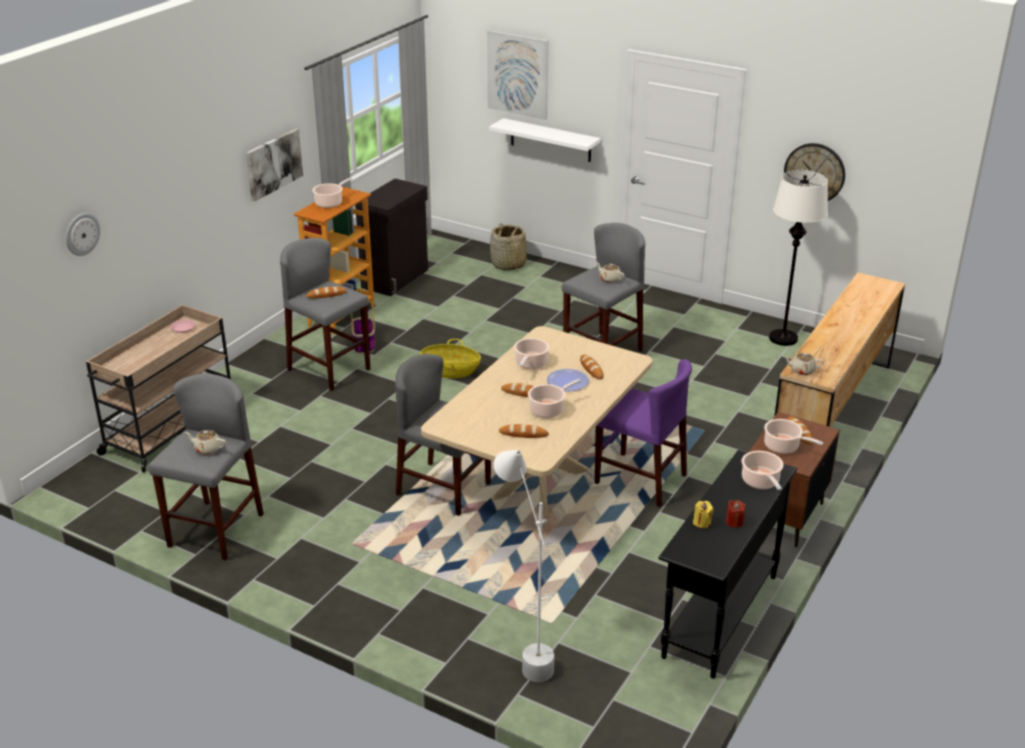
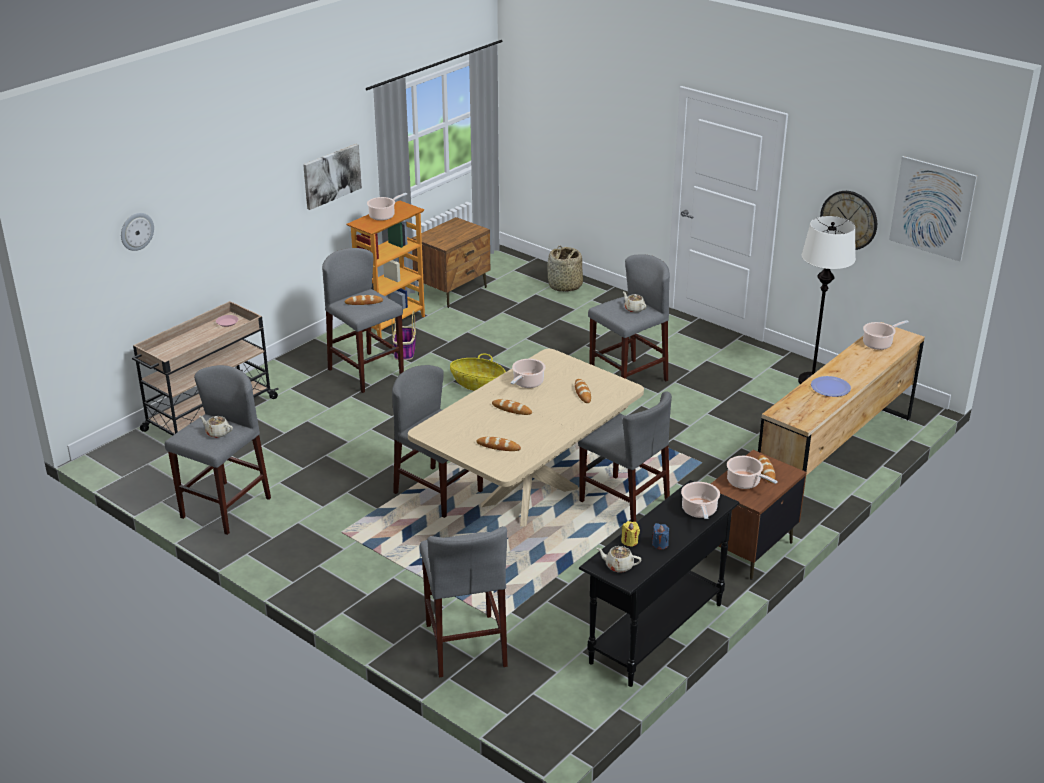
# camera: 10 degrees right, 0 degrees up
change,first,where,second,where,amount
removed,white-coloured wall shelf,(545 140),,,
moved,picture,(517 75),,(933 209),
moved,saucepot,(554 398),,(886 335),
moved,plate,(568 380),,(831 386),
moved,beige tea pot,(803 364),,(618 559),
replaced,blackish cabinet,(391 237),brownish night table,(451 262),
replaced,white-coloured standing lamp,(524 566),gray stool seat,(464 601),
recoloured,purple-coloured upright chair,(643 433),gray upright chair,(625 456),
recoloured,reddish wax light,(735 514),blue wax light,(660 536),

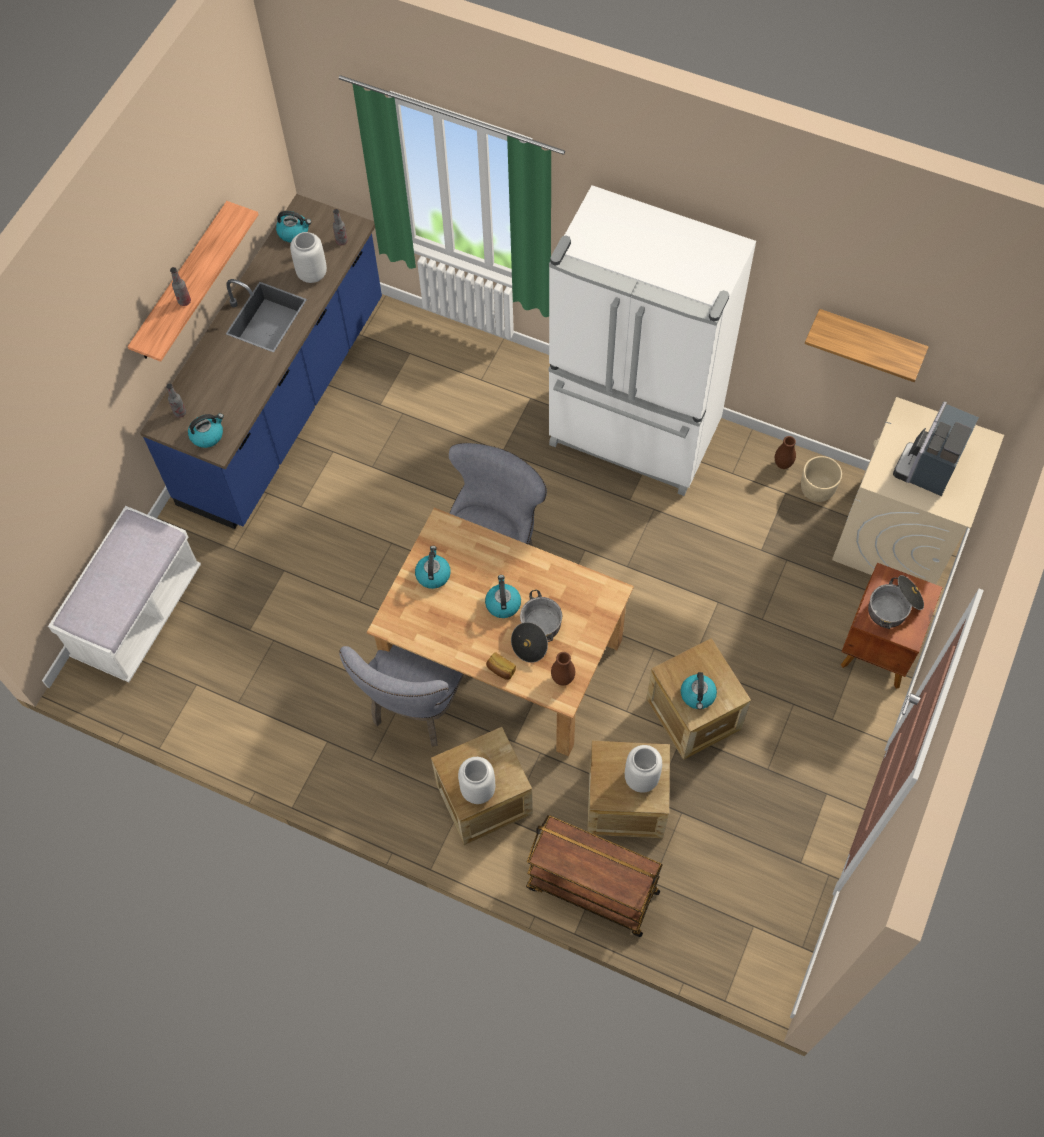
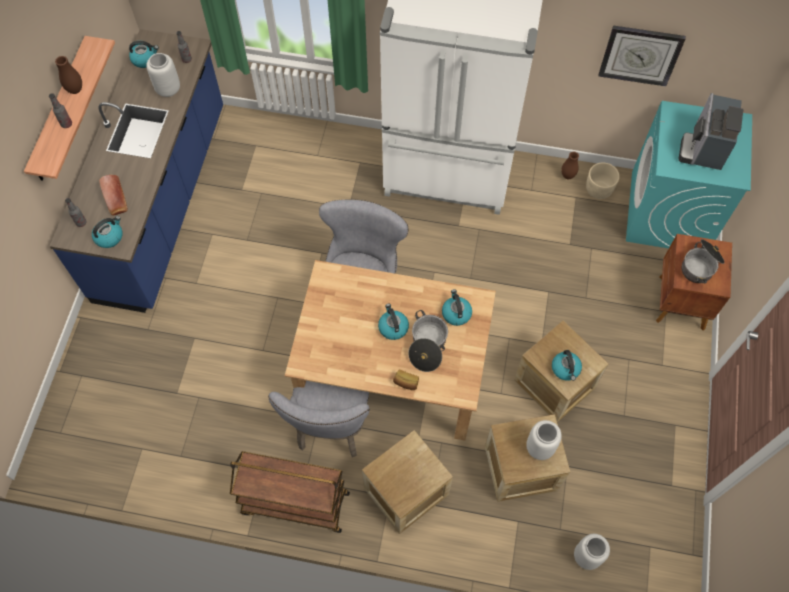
# camera: 15 degrees left, 0 degrees up
change,first,where,second,where,amount
removed,white-coloured long seat,(124 594),,,
added,,,bakery bread,(113 195),
moved,tea kettle,(433 567),,(457 307),
moved,gray flower vase,(476 780),,(592 552),
moved,brownish cart,(594 876),,(290 492),
moved,brownish flower vase,(563 668),,(68 75),
replaced,wall shelf,(867 345),wall clock,(642 55),
recoloured,beige laundry appliance,(918 490),turquoise laundry appliance,(689 174),

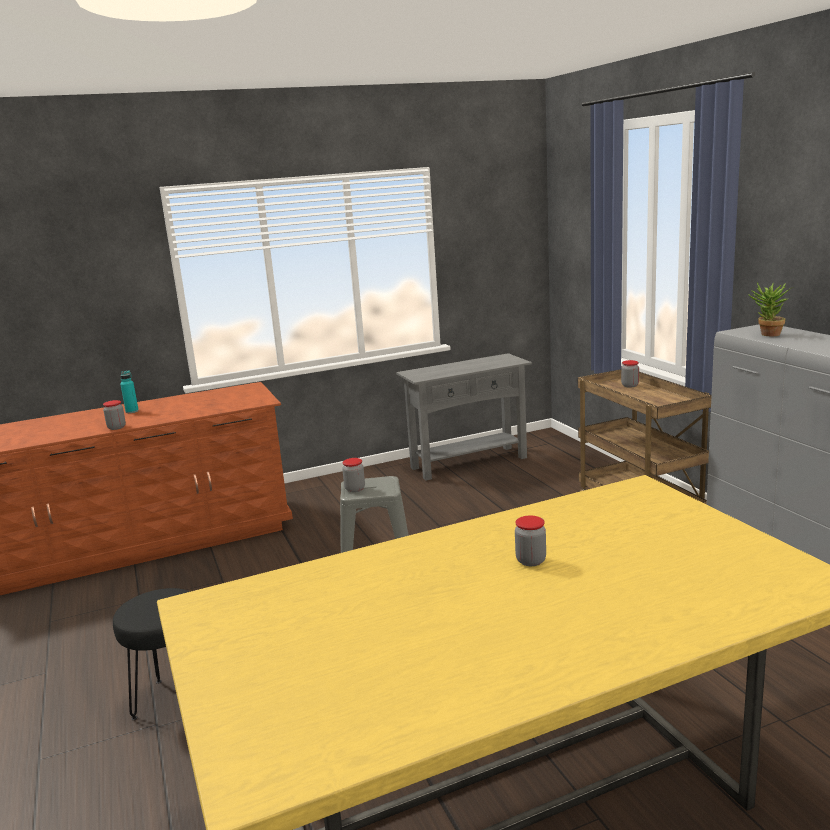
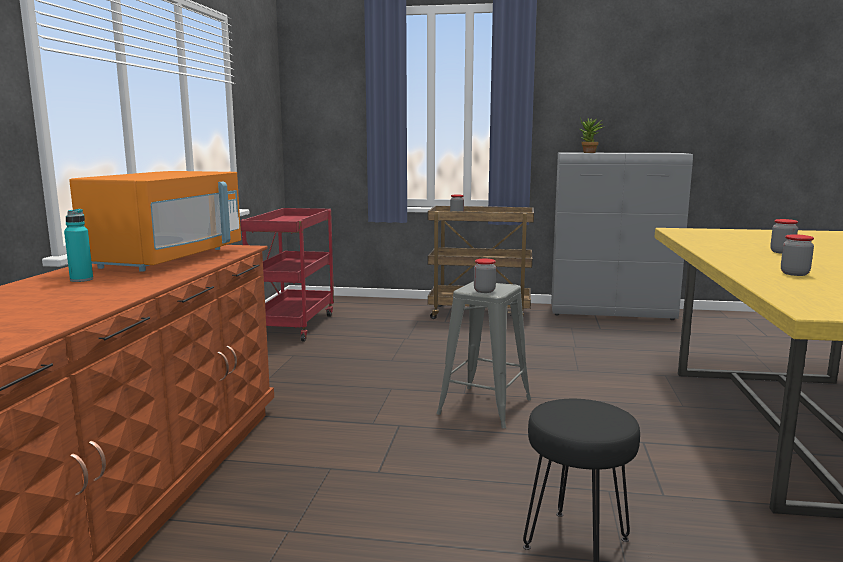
# camera: 60 degrees left, 5 degrees down
change,first,where,second,where,amount
added,,,orangey kitchen microwave,(155 221),
moved,preserve jar,(114 415),,(797 255),
replaced,gray narrow table,(464 417),reddish cart,(287 275),

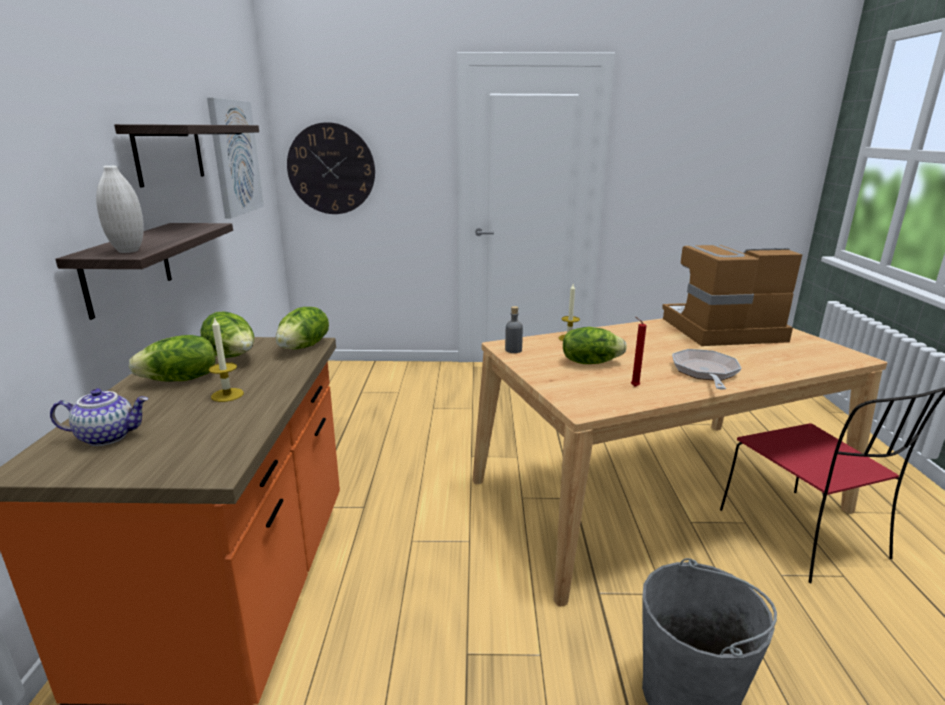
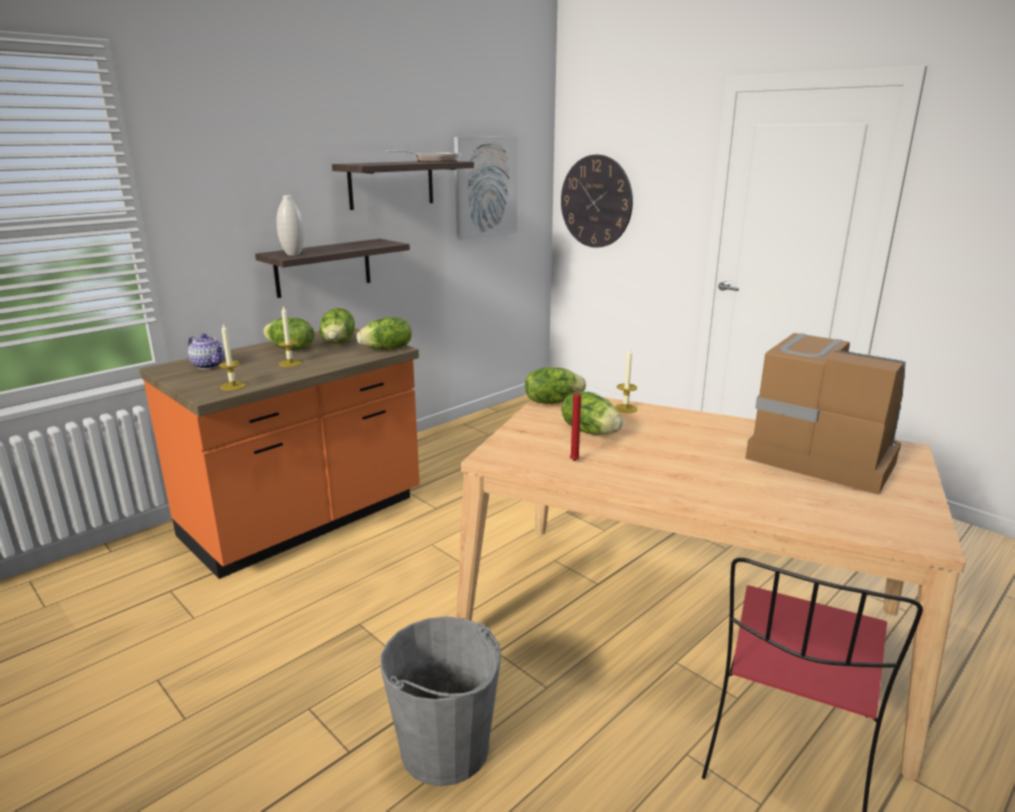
# camera: 45 degrees right, 0 degrees up
change,first,where,second,where,amount
added,,,wax light,(232 357),
moved,skillet,(707 369),,(423 156),
replaced,gray beverage bottle,(514 329),lettuce head,(555 385),

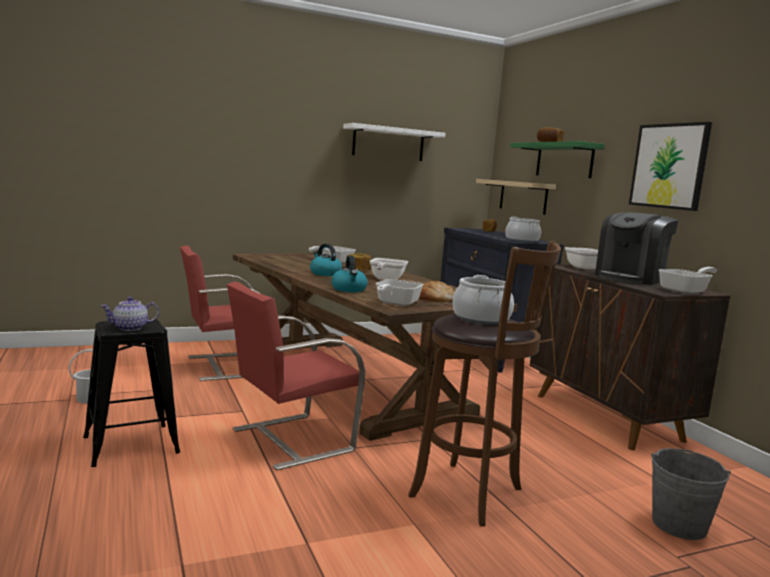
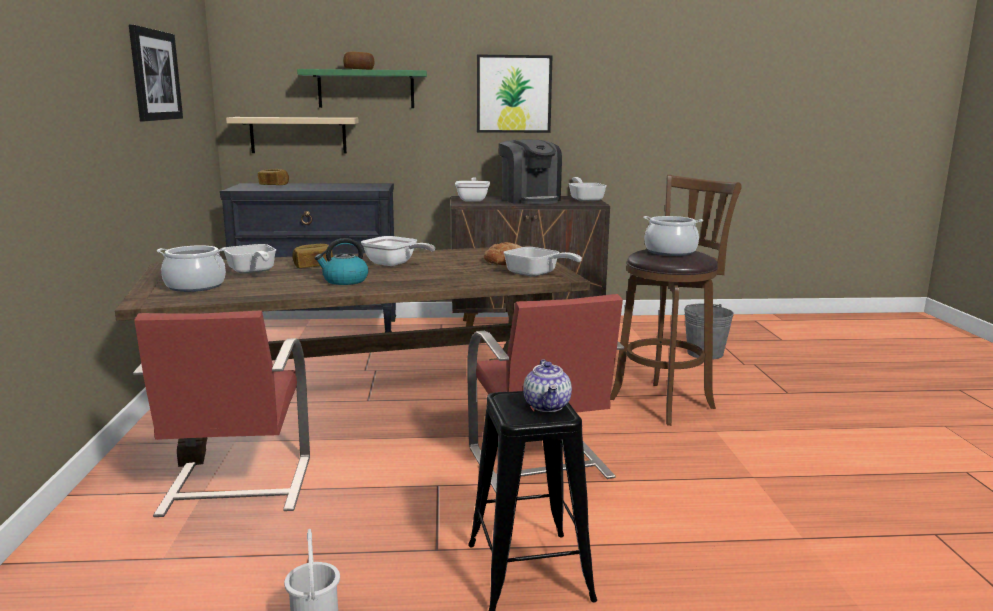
# camera: 70 degrees left, 5 degrees up
change,first,where,second,where,amount
removed,tea kettle,(350 273),,,
moved,saucepot,(523 229),,(191 268),
replaced,white-coloured wall shelf,(394 142),picture,(156 73),

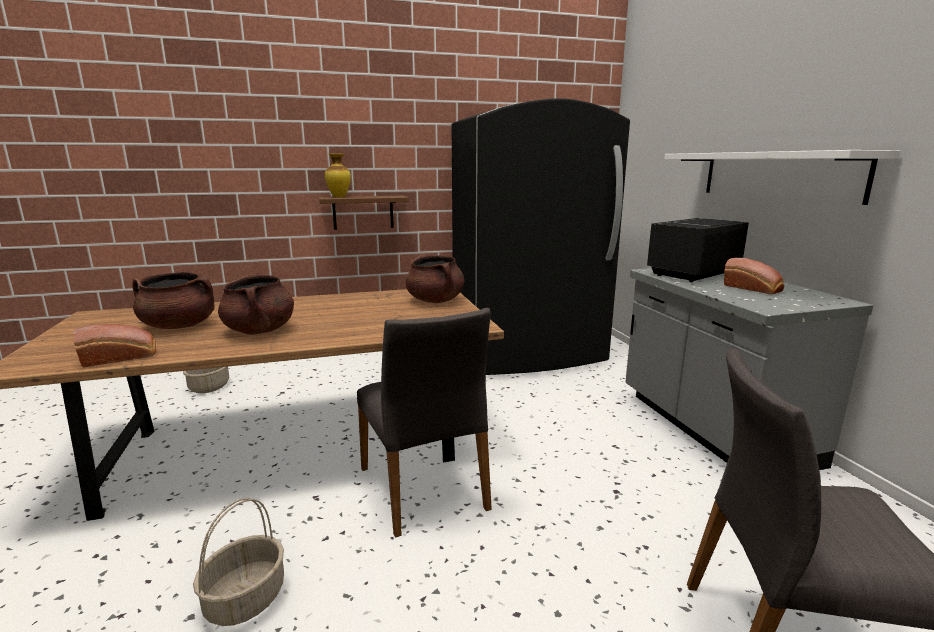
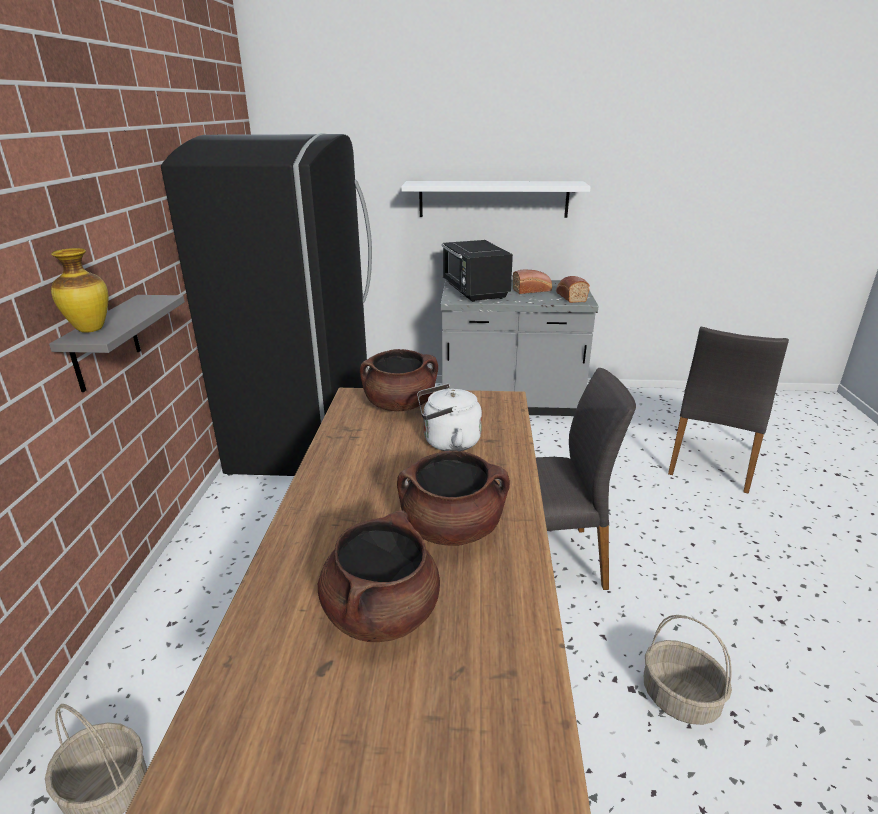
# camera: 70 degrees left, 10 degrees up
change,first,where,second,where,amount
added,,,white-coloured tea kettle,(449 417),
moved,bakery bread,(114 346),,(573 289),
recoloured,brownish wall shelf,(364 213),gray wall shelf,(117 343),

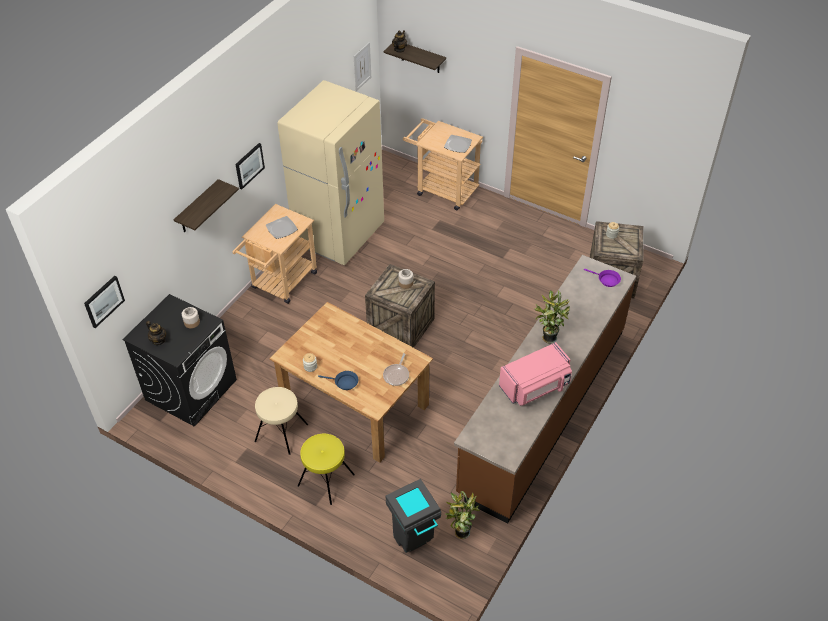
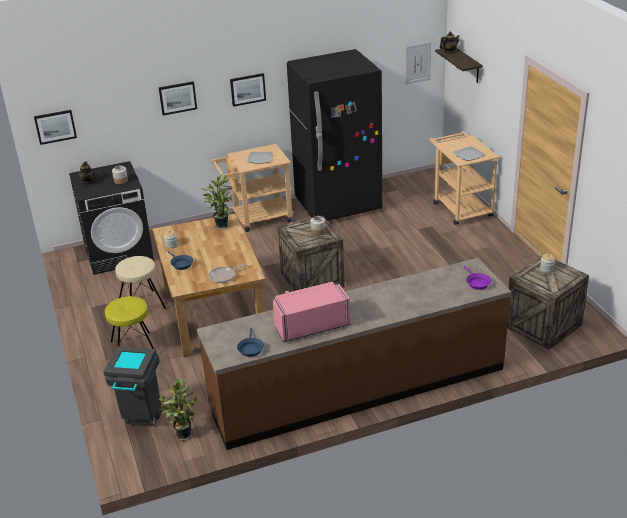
# camera: 40 degrees right, 15 degrees down
change,first,where,second,where,amount
added,,,blue skillet,(250 342),
moved,plant in a pot,(552 317),,(217 201),
replaced,wall shelf,(206 205),picture,(178 98),
recoloured,beige refrigerator,(330 172),blackish refrigerator,(334 135),
turned,pinkish kitchen microwave,(535 374),,(311 311),150 degrees clockwise

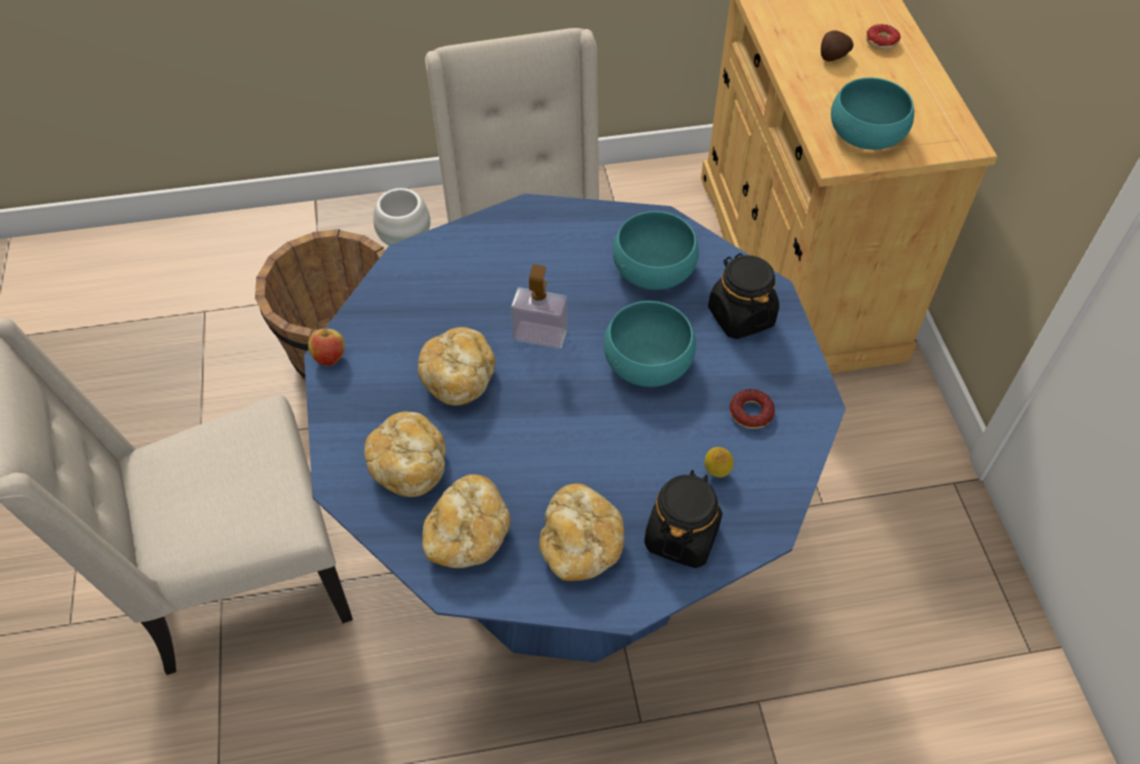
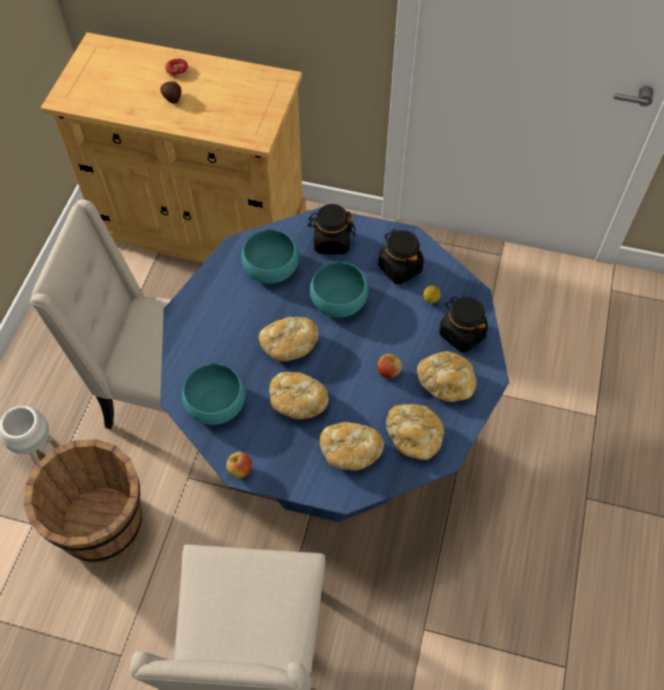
# camera: 65 degrees left, 5 degrees up
change,first,where,second,where,amount
added,,,apple,(389 366),
moved,turquoise deep dish,(872 114),,(213 394),
replaced,liquid soap bottle,(539 306),bakery bread,(289 339),
replaced,donut,(752 409),blackish preserve jar,(401 256),

